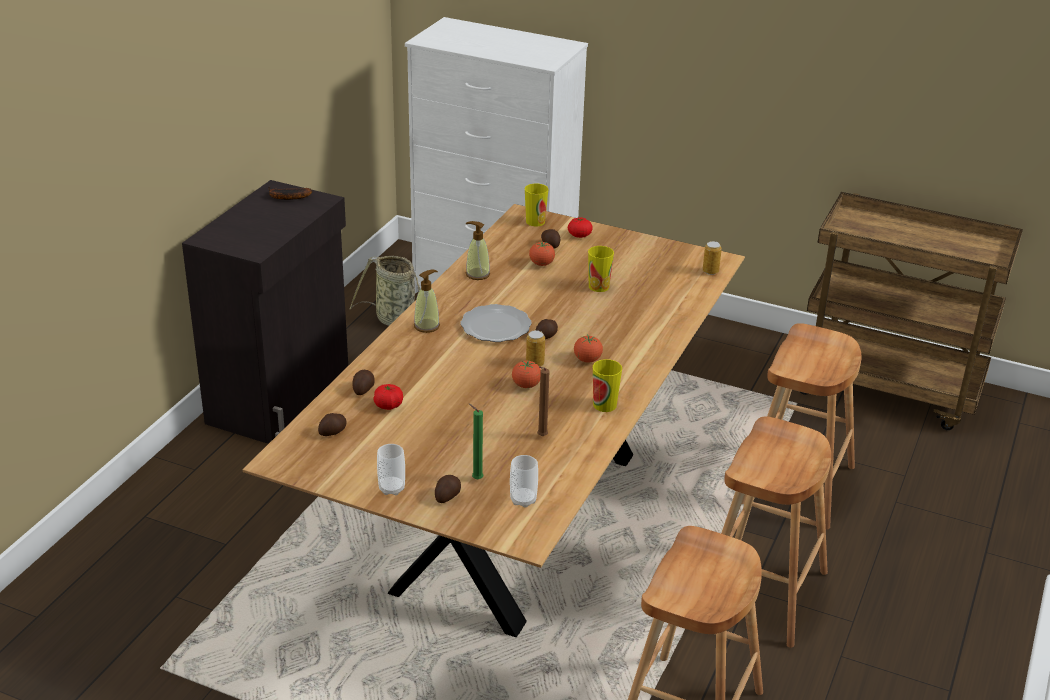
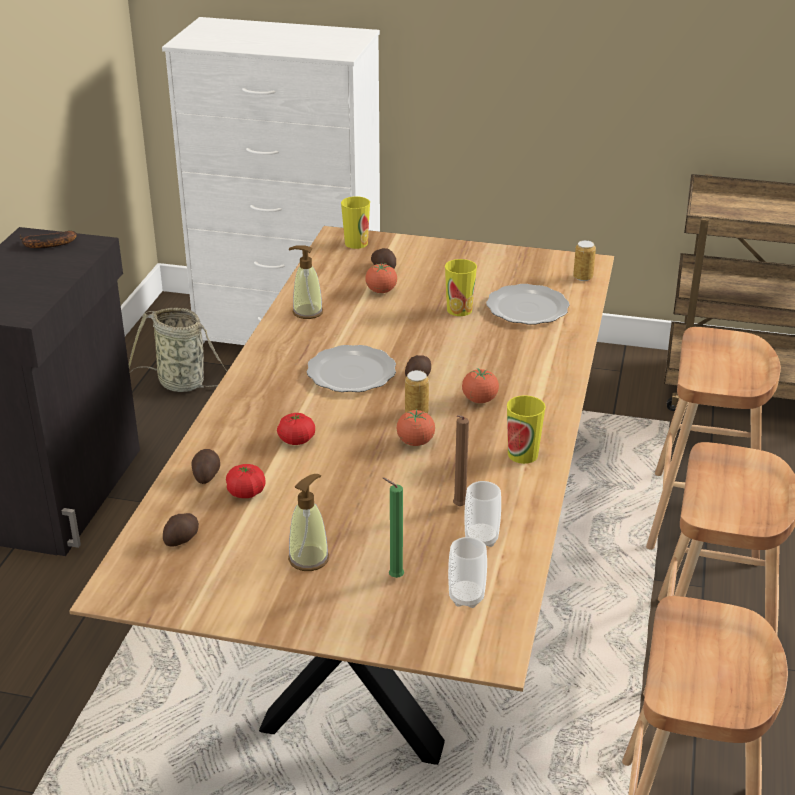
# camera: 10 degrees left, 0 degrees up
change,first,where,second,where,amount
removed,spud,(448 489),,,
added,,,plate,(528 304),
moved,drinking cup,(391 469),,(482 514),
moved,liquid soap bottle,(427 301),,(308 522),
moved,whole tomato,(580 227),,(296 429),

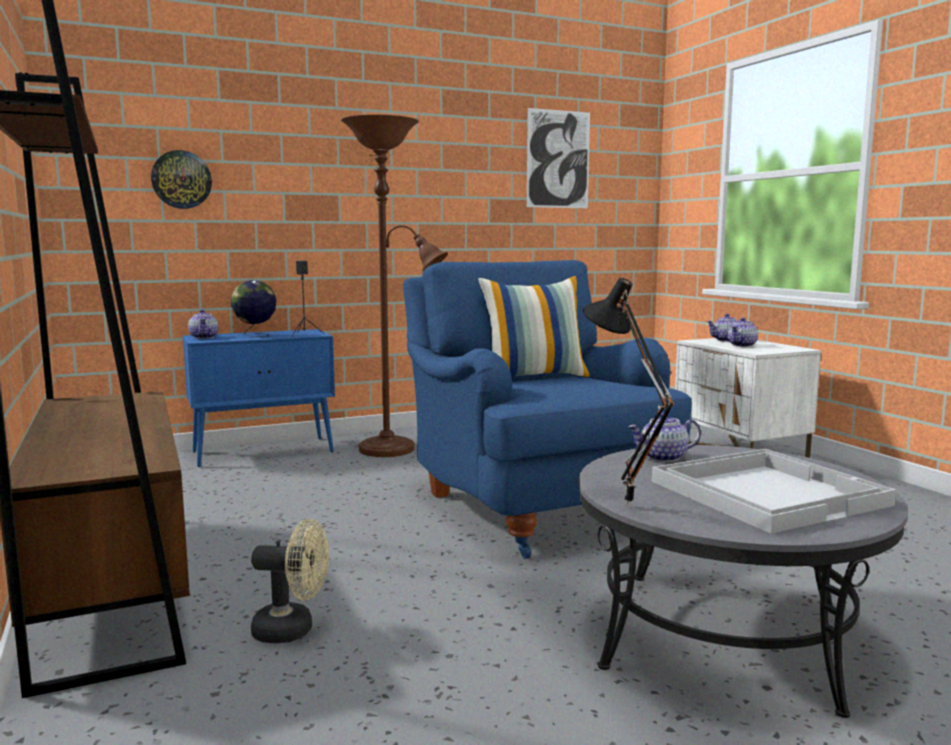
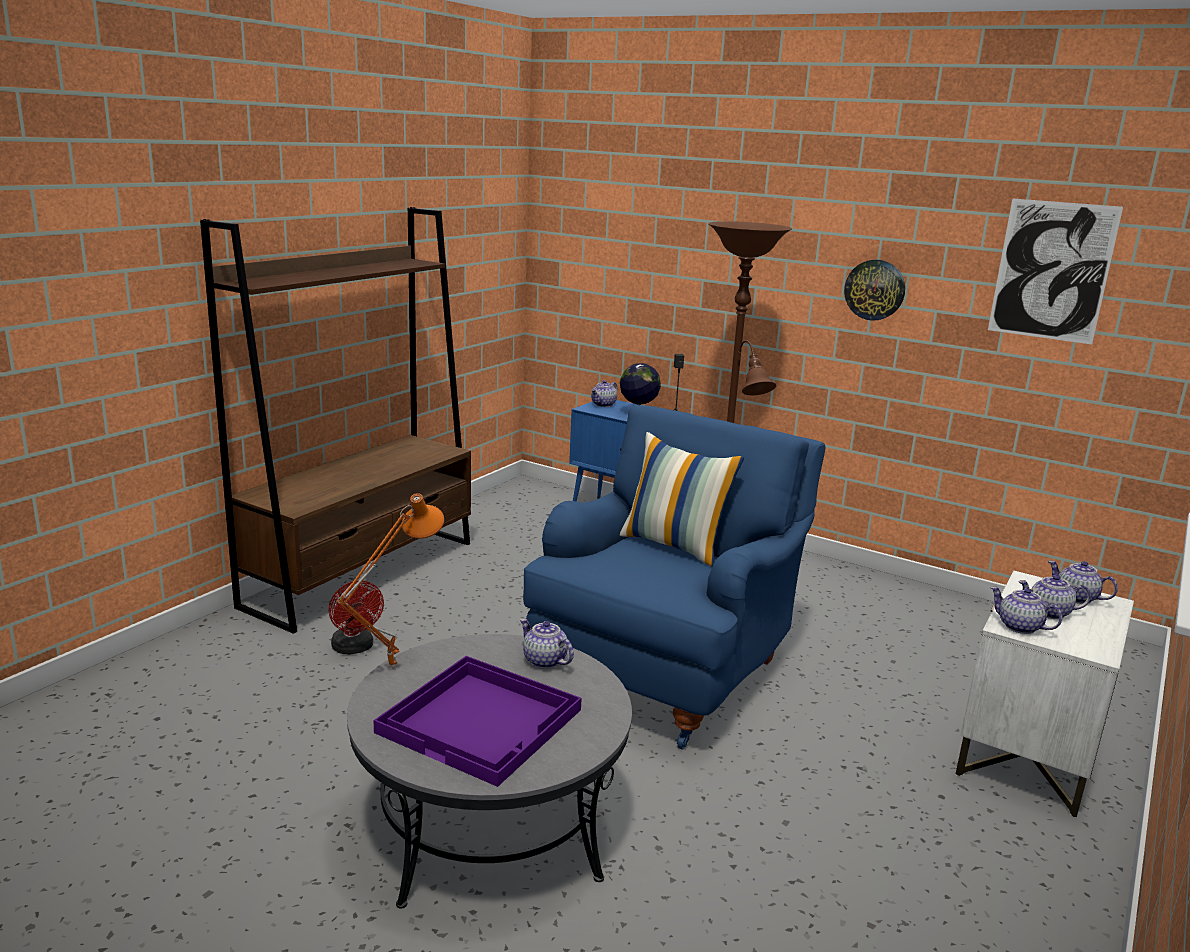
# camera: 55 degrees right, 10 degrees up
change,first,where,second,where,amount
added,,,tea pot,(1026 610),
moved,wall clock,(181 179),,(874 290),
recoloured,beige cooling fan,(290 581),reddish cooling fan,(356 618),
recoloured,blackish lamp for a table,(628 393),orangey lamp for a table,(390 581),
recoloured,white-coloured serving tray,(774 491),purple-coloured serving tray,(477 721),

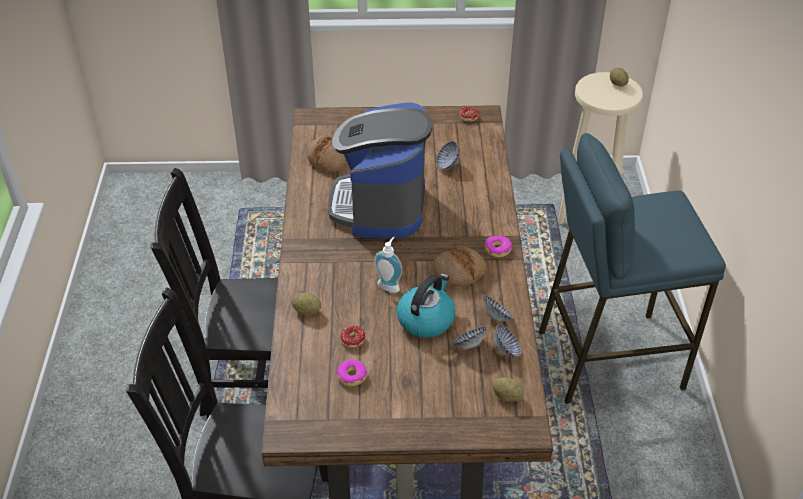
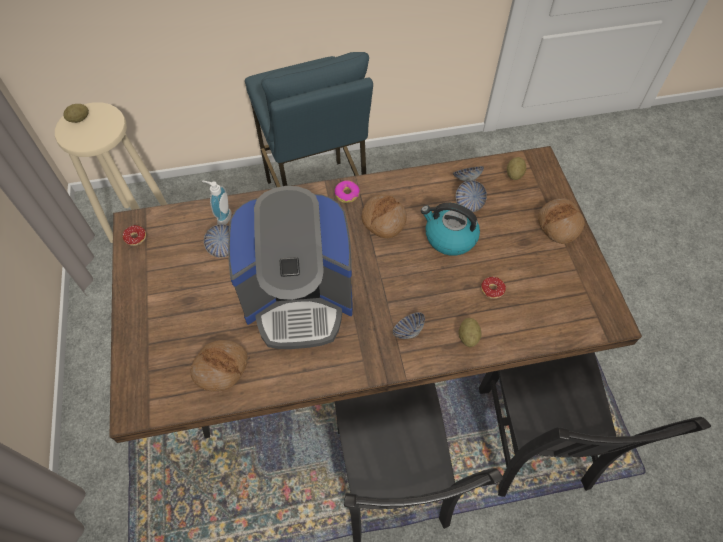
# camera: 100 degrees left, 15 degrees up
change,first,where,second,where,amount
removed,donut,(352 372),,,
added,,,bakery bread,(561 221),
moved,liquid soap bottle,(388 264),,(217 203),
moved,deep dish,(498 309),,(409 325),

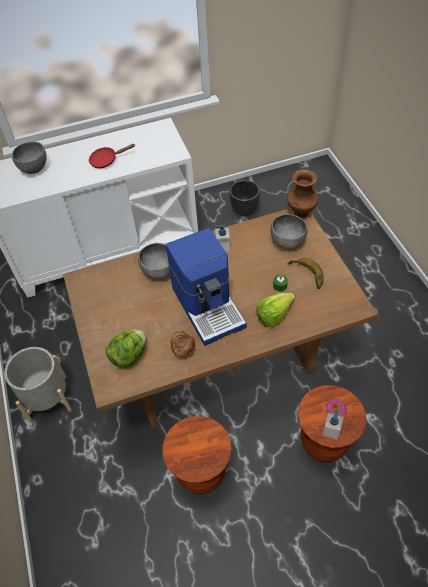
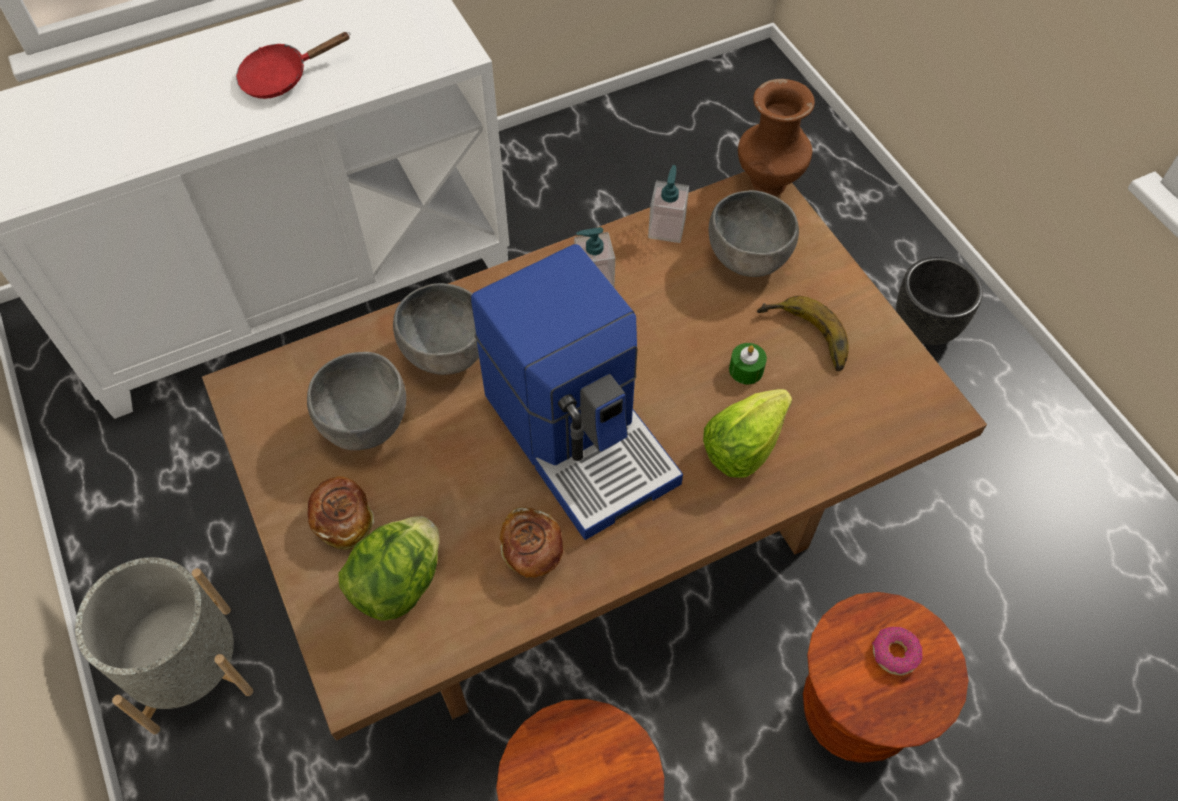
# camera: 10 degrees left, 5 degrees up
change,first,where,second,where,amount
added,,,bakery bread,(341 513),
moved,gray deep dish,(29 158),,(356 401),
moved,blackish planter,(244 198),,(939 301),
moved,liquid soap bottle,(333 424),,(668 204),

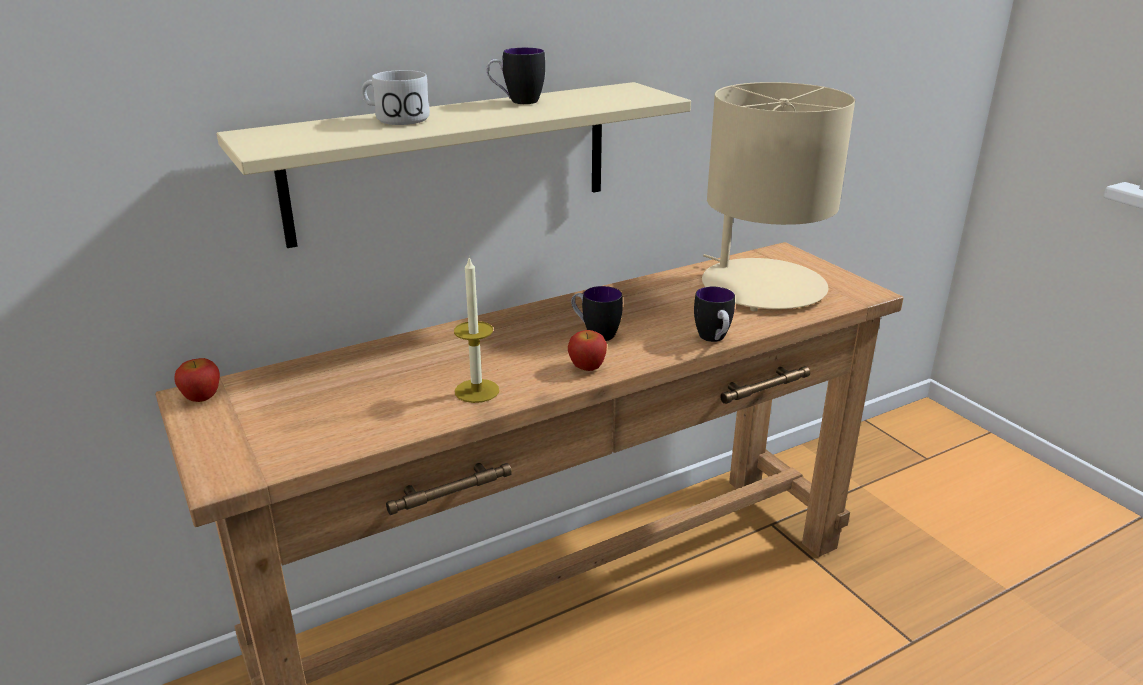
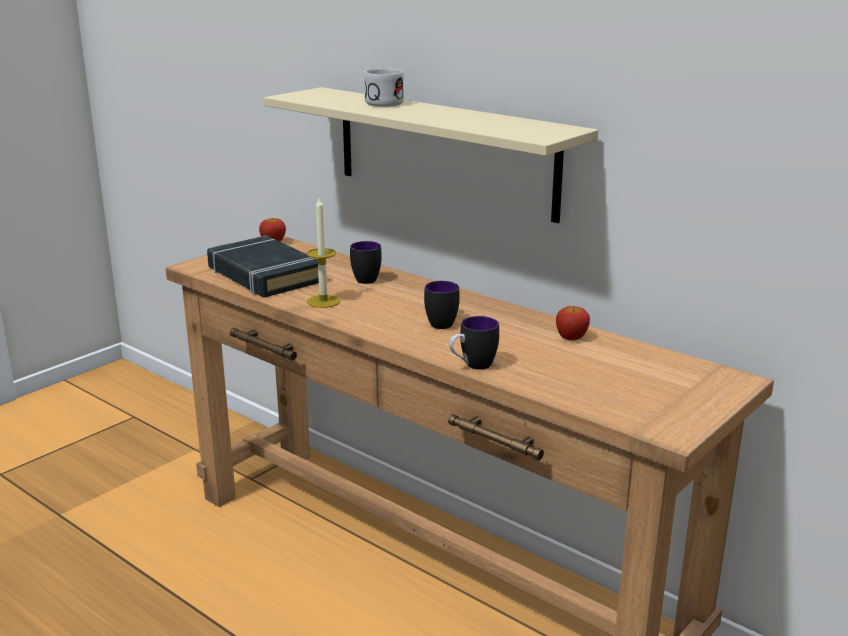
# camera: 70 degrees right, 5 degrees down
change,first,where,second,where,amount
removed,beige lamp for a table,(778 196),,,
added,,,blackish book,(263 266),
moved,mug,(515 76),,(366 262),
moved,apple,(587 350),,(573 323),

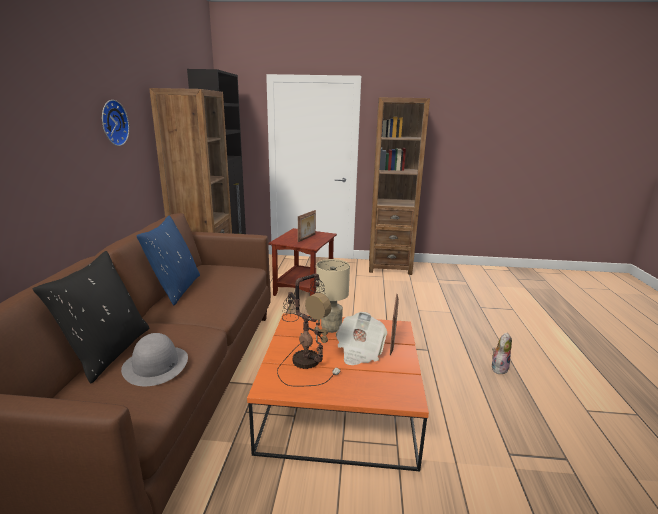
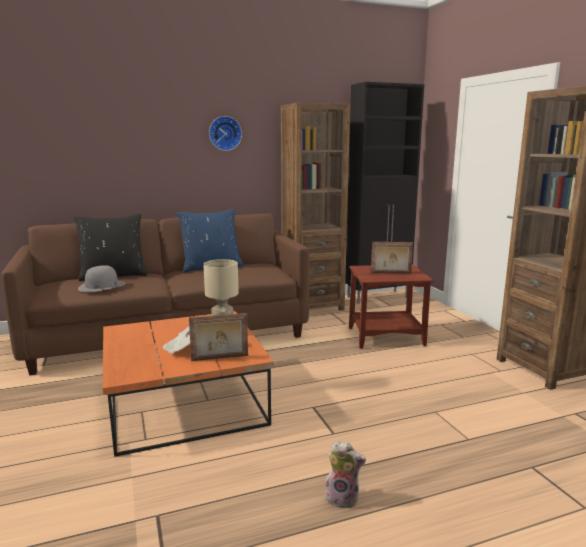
# camera: 65 degrees right, 5 degrees down
change,first,where,second,where,amount
removed,lamp for a table,(309 330),,,

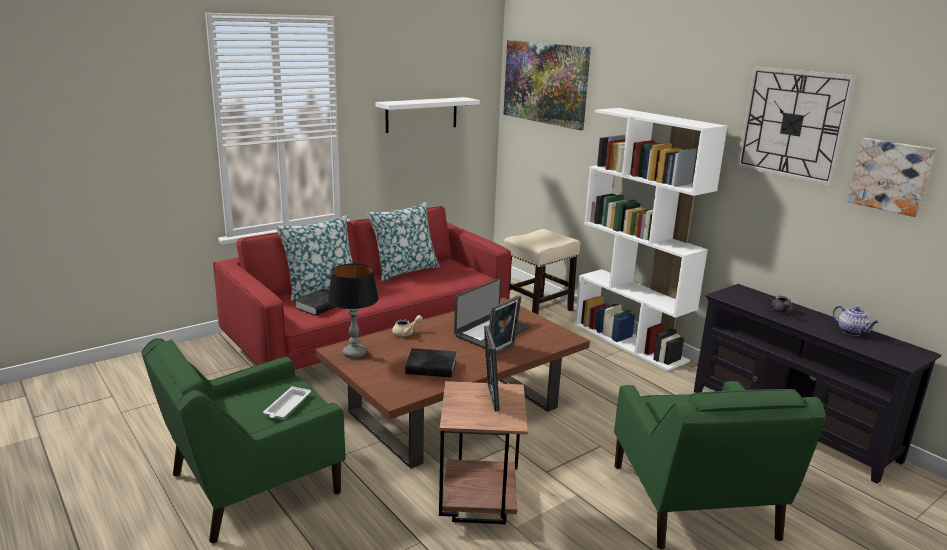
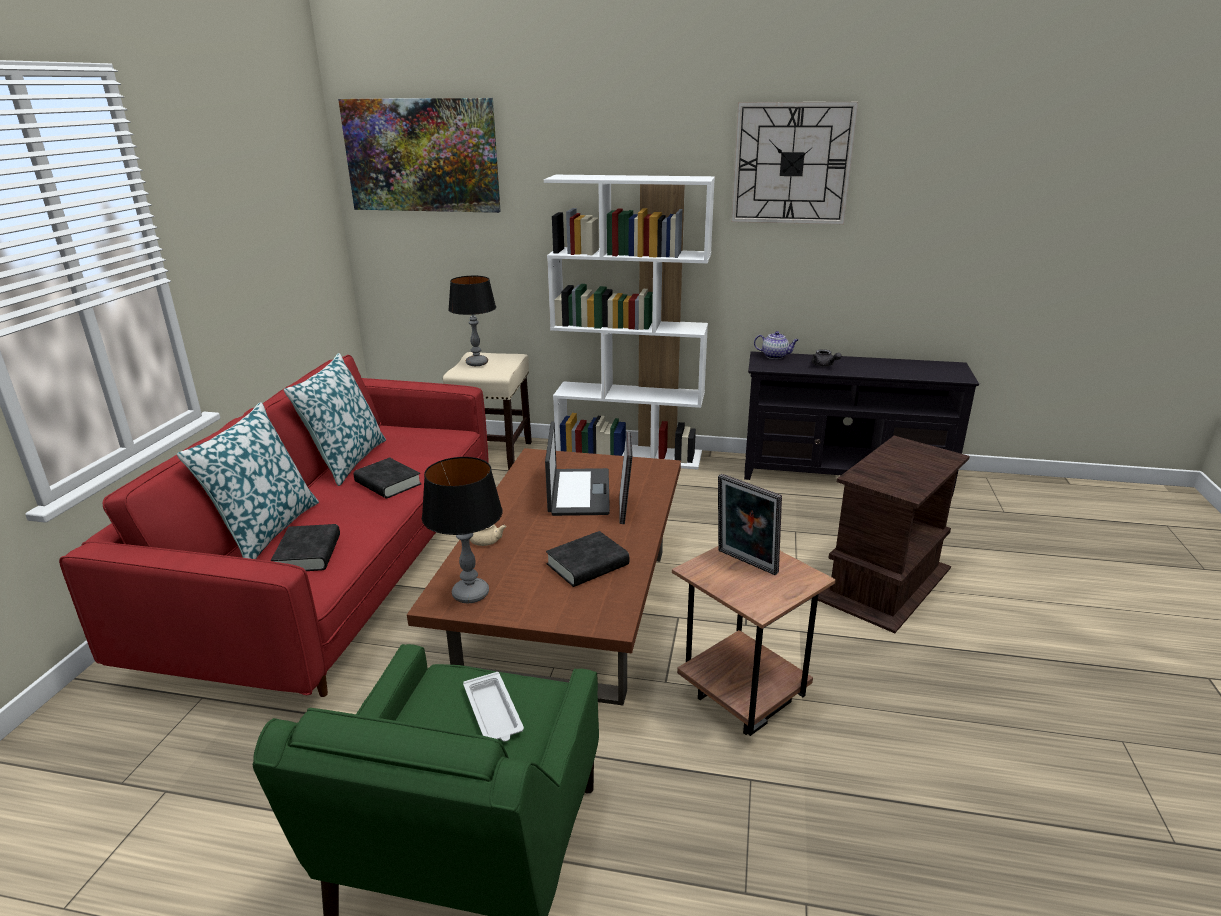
# camera: 40 degrees left, 5 degrees up
change,first,where,second,where,amount
removed,white-coloured wall shelf,(427 115),,,
removed,picture,(891 177),,,
added,,,blackish book,(387 477),
added,,,lamp for a table,(472 321),
moved,tea pot,(856 321),,(776 345),
replaced,green-coloured lounge chair,(720 465),brownish side table,(894 534),

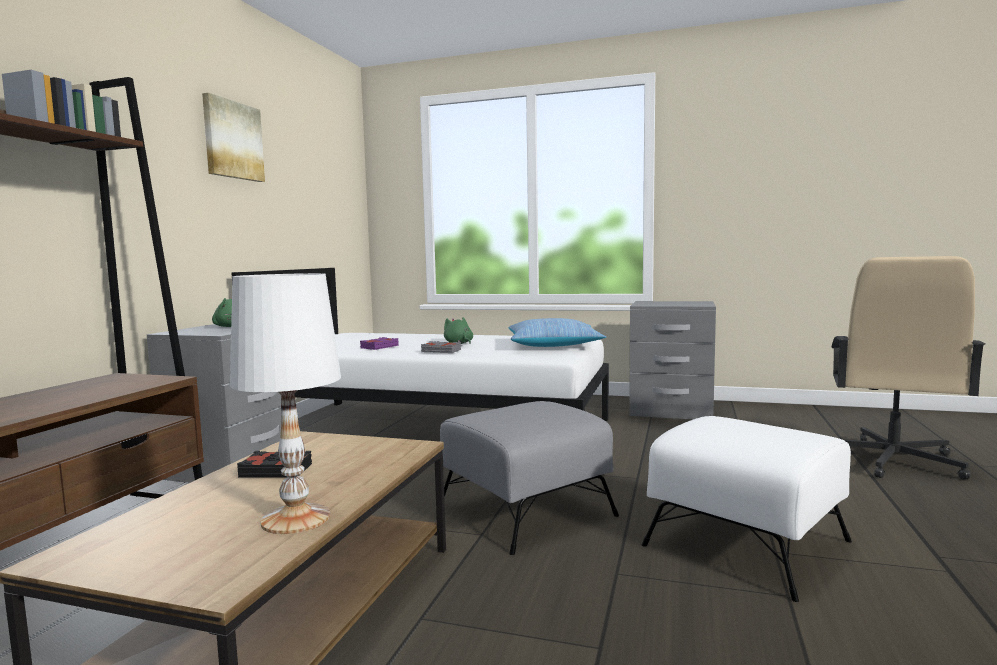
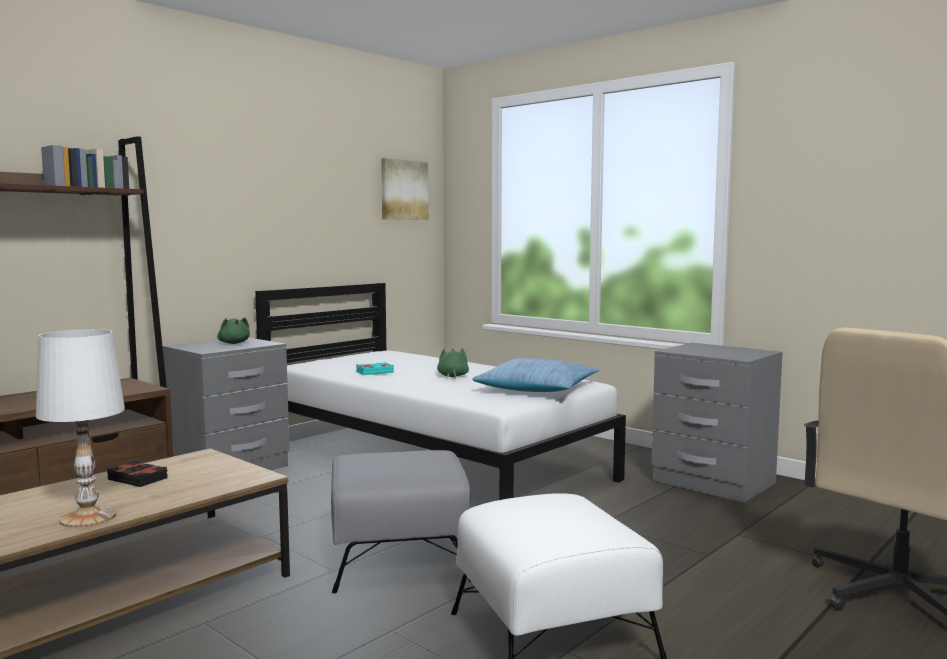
# camera: 25 degrees right, 0 degrees up
change,first,where,second,where,amount
removed,gray book,(441 347),,,
moved,picture,(233 137),,(404 189),
recoloured,purple-coloured book,(379 343),turquoise book,(375 368),

